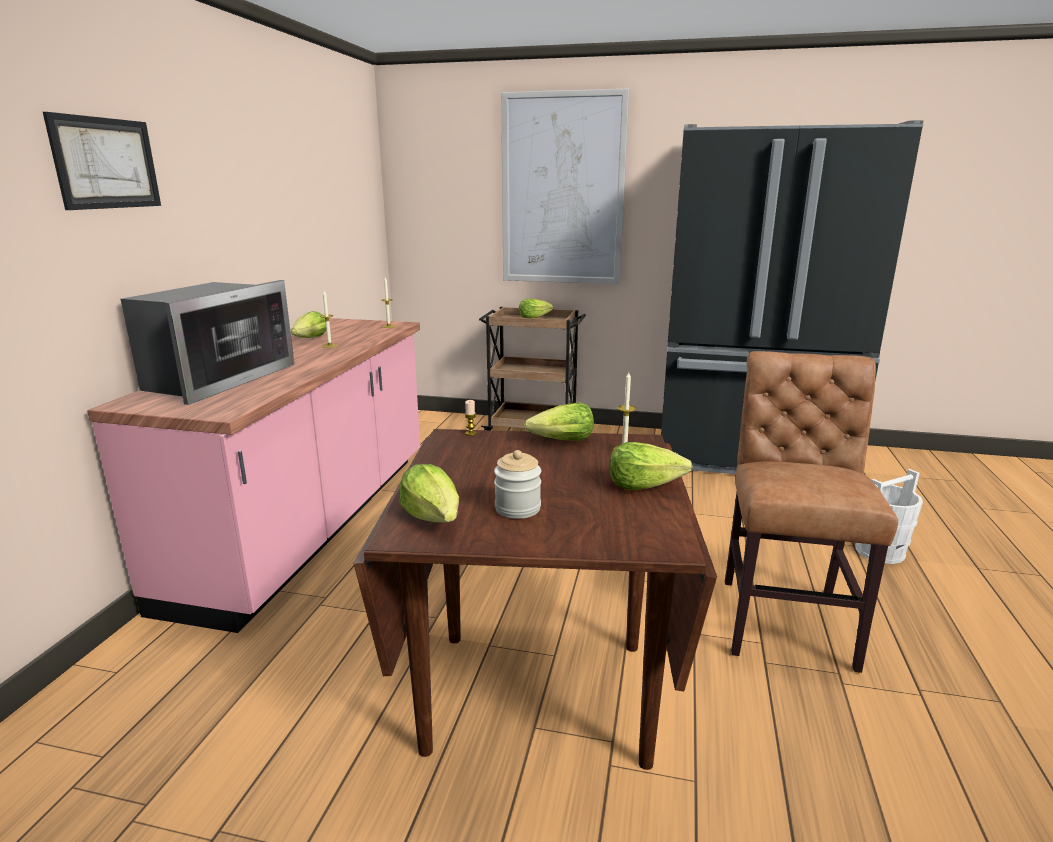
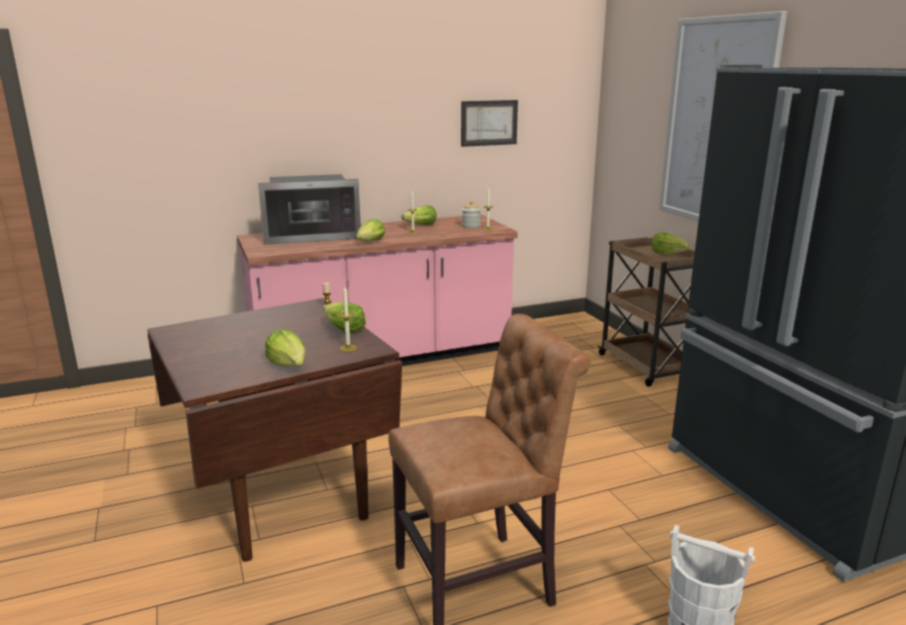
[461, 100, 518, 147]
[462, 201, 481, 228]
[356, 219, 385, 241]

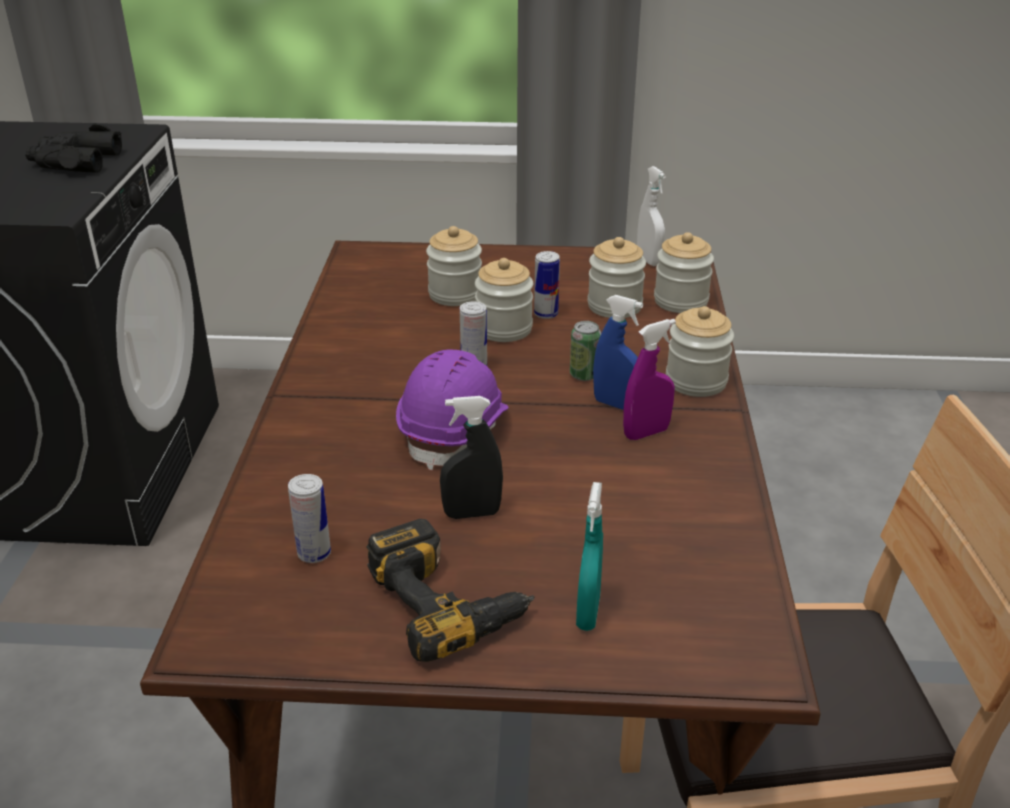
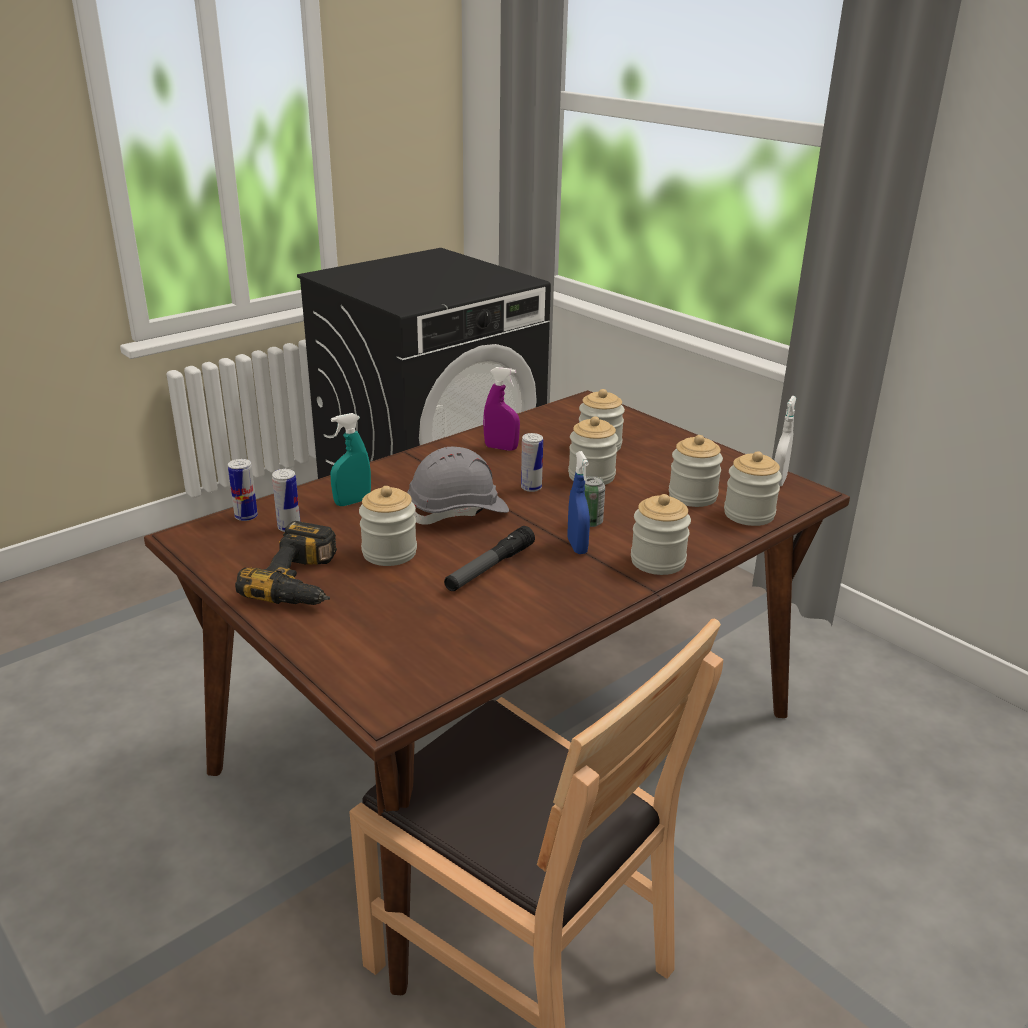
[25, 123, 122, 173] (first image)
[228, 459, 258, 521]
[483, 367, 520, 451]
[407, 447, 509, 525]
[359, 486, 417, 566]
[330, 413, 371, 506]
[444, 526, 535, 591]

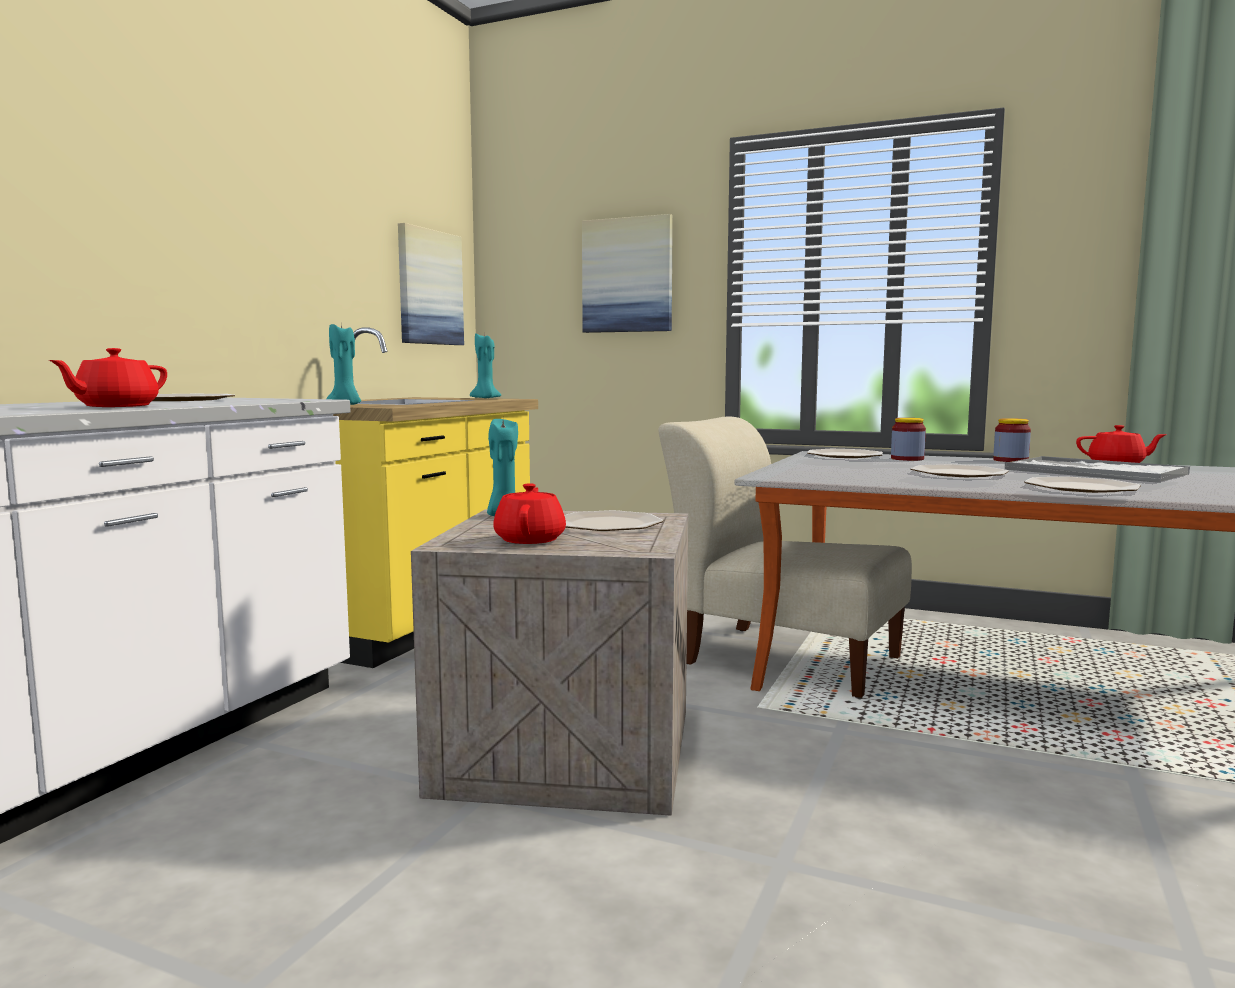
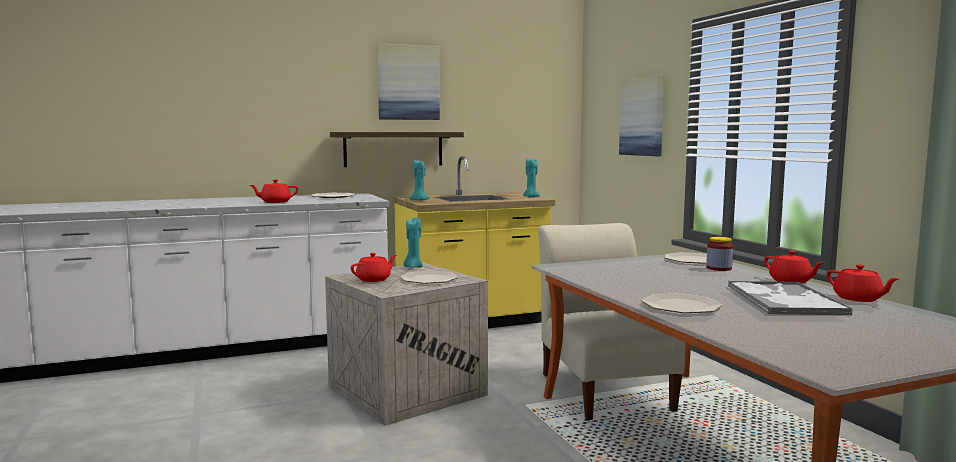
[377, 43, 440, 120]
[764, 251, 823, 284]
[910, 464, 1009, 477] (first image)
[330, 132, 464, 167]

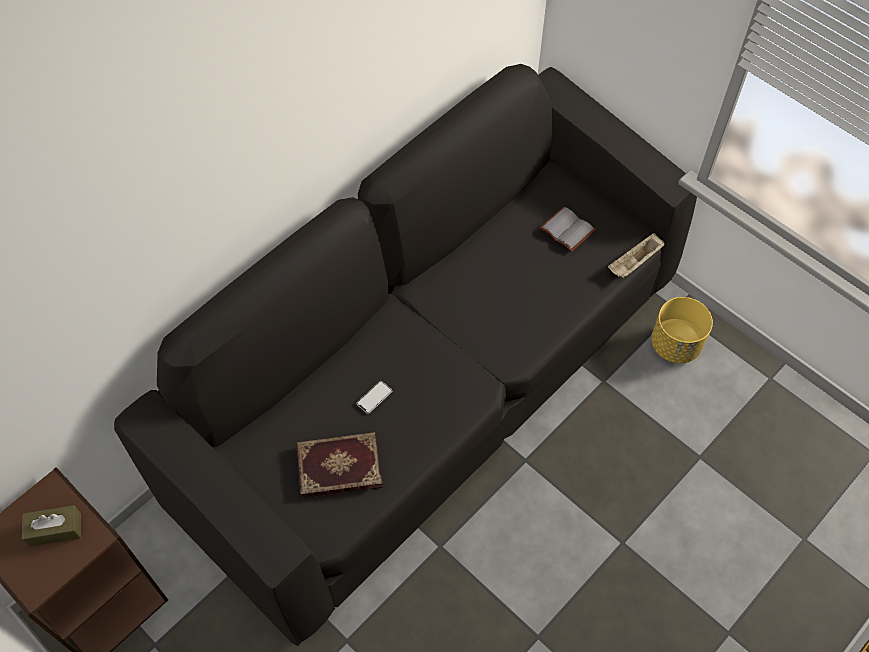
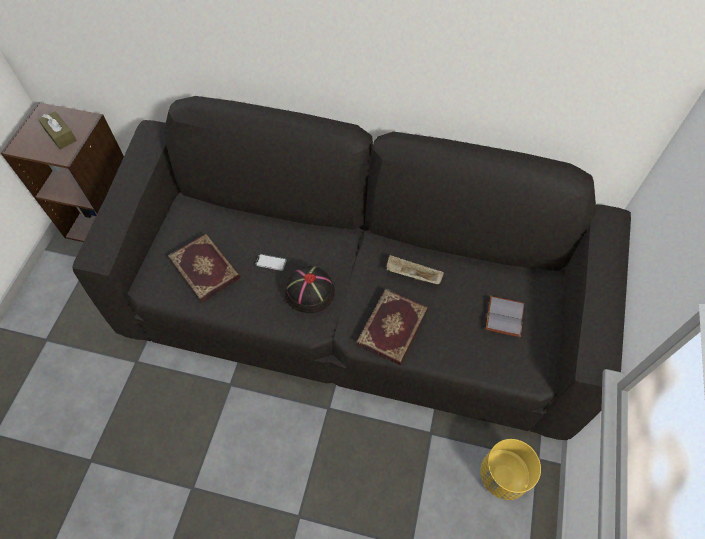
[387, 255, 444, 284]
[285, 266, 335, 313]
[357, 289, 428, 365]

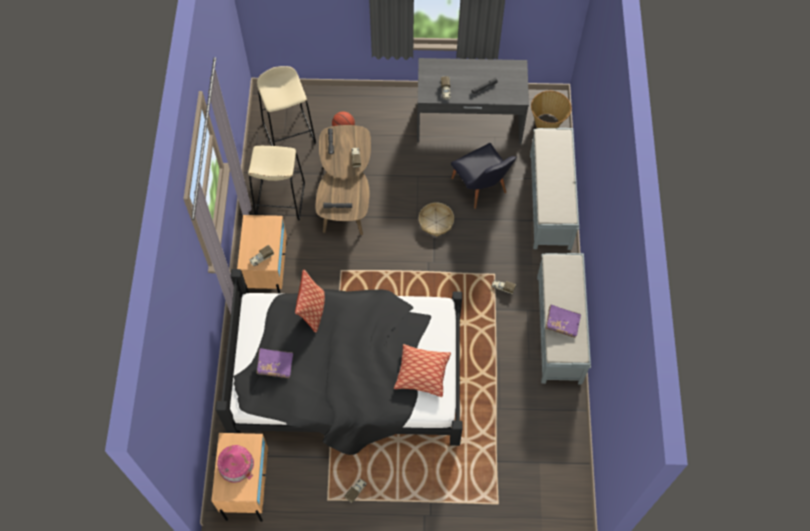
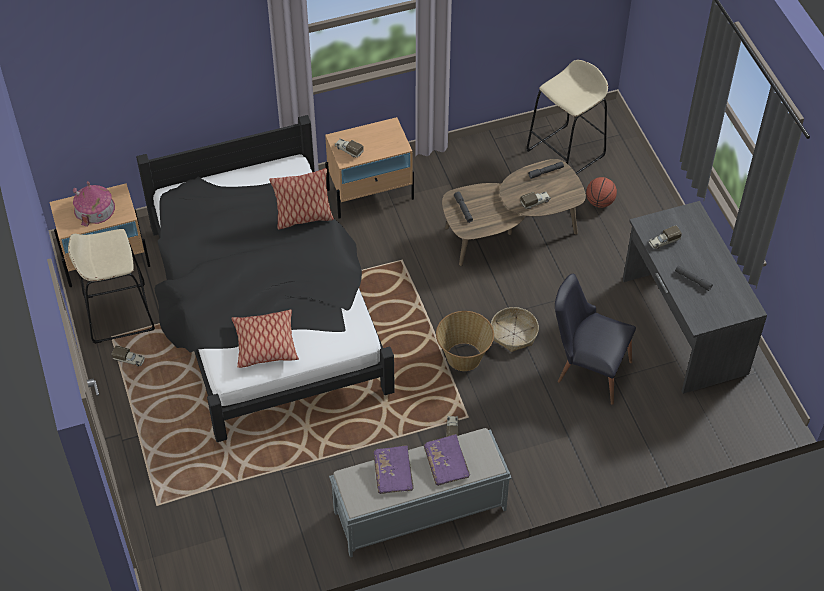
[436, 311, 494, 371]
[530, 128, 579, 250] (first image)
[555, 274, 636, 405]
[68, 229, 155, 344]
[424, 434, 470, 486]

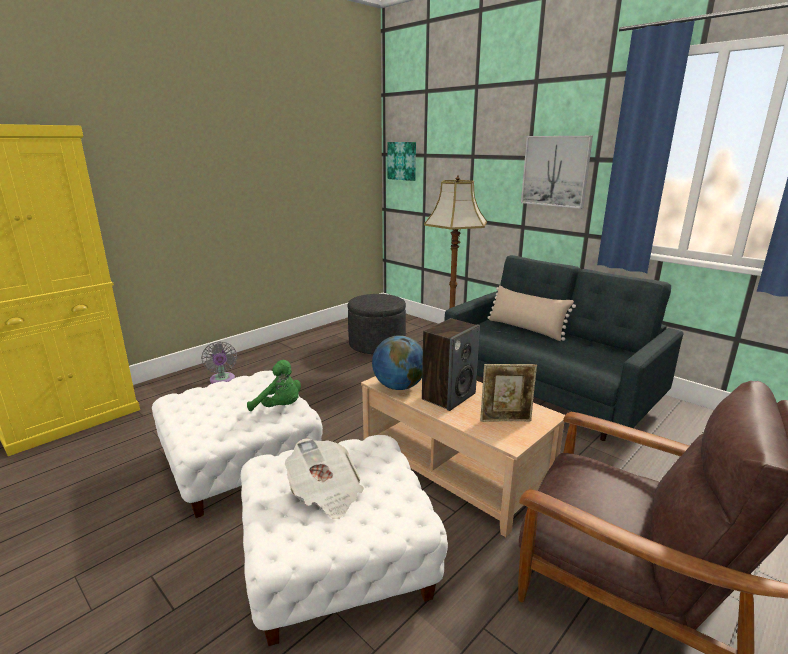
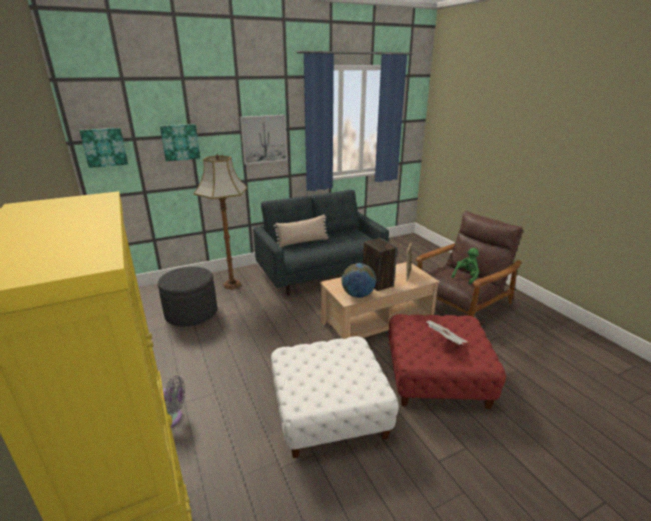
[451, 248, 479, 285]
[389, 314, 506, 409]
[160, 124, 200, 161]

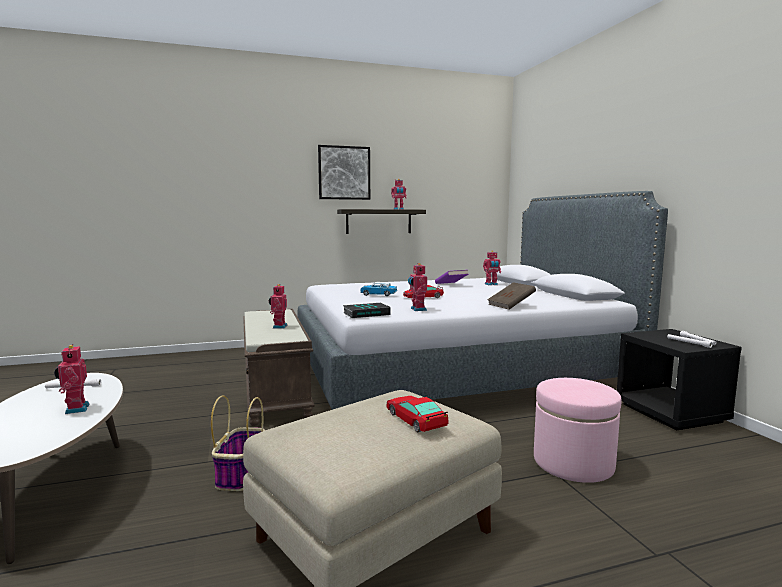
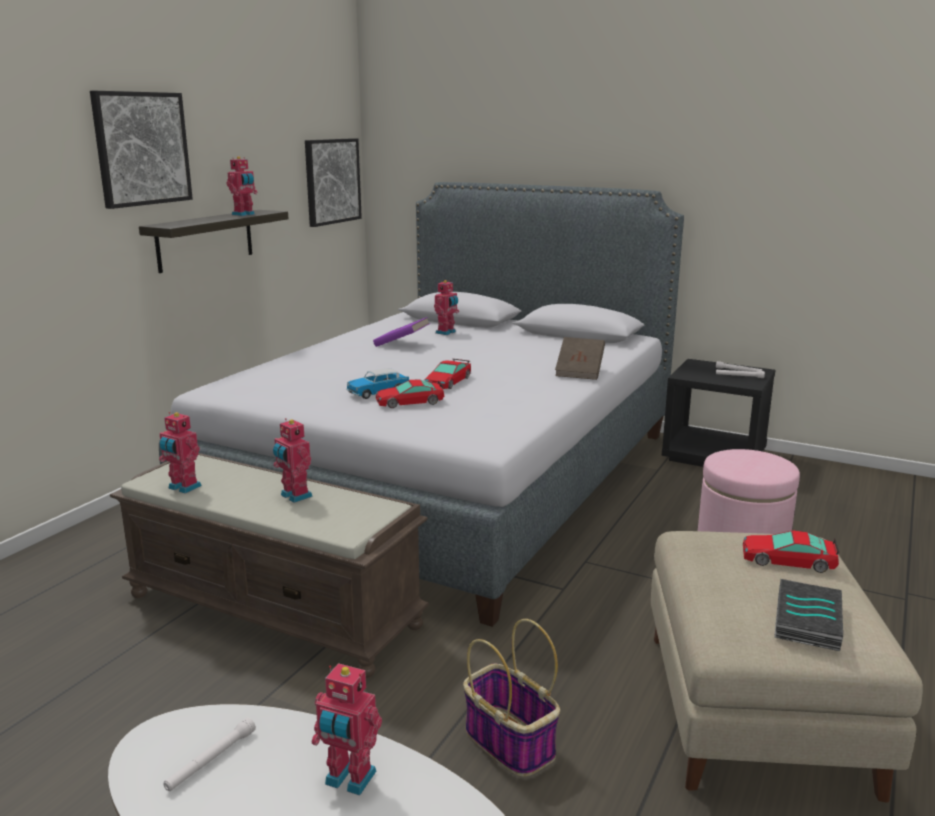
[159, 412, 202, 493]
[774, 579, 843, 651]
[305, 138, 362, 227]
[376, 379, 444, 408]

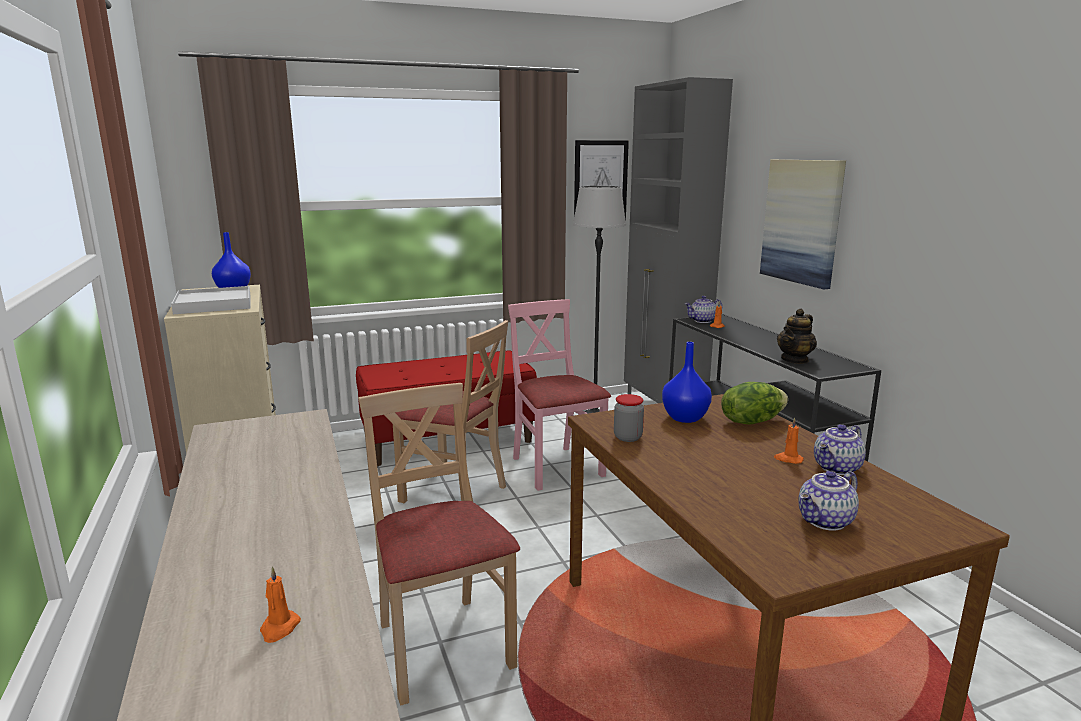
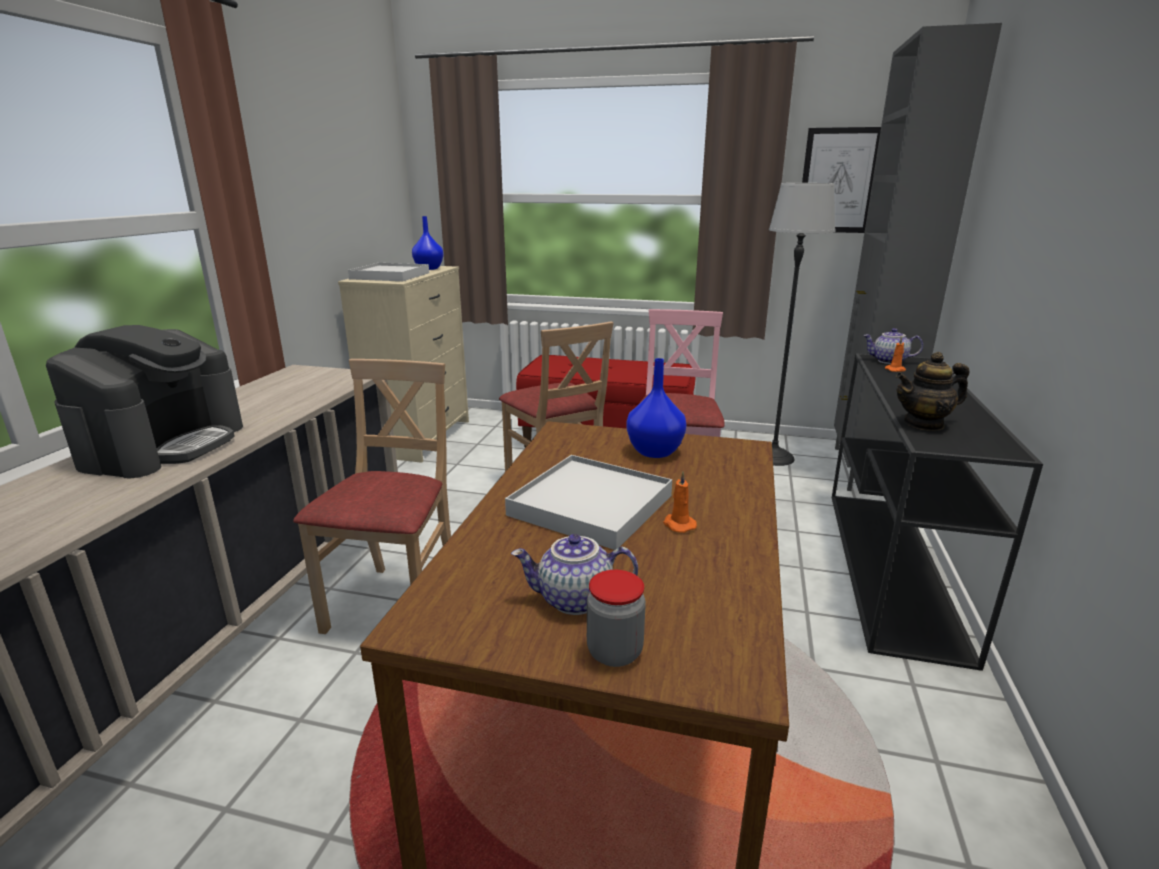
[760, 159, 846, 289] (first image)
[721, 382, 788, 425] (first image)
[587, 570, 646, 667]
[814, 424, 866, 475] (first image)
[260, 567, 301, 643] (first image)
[46, 325, 243, 478]
[505, 455, 672, 550]

